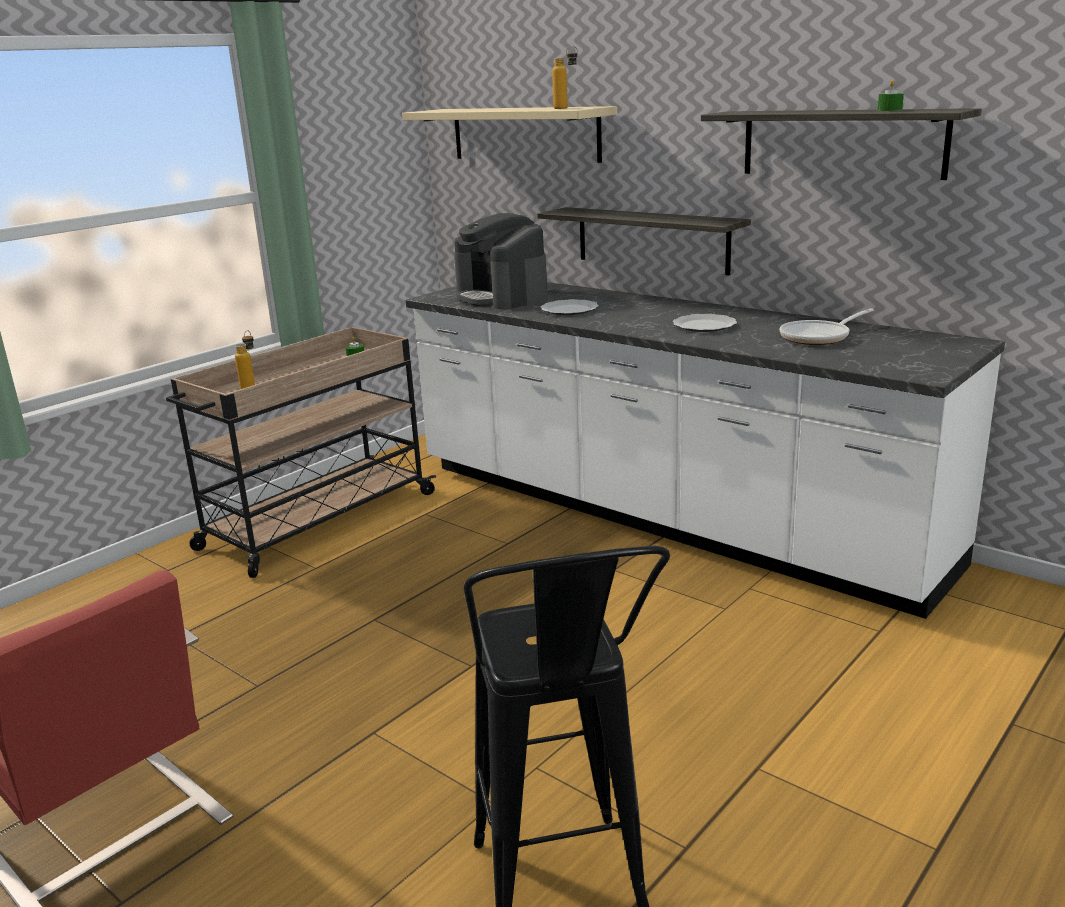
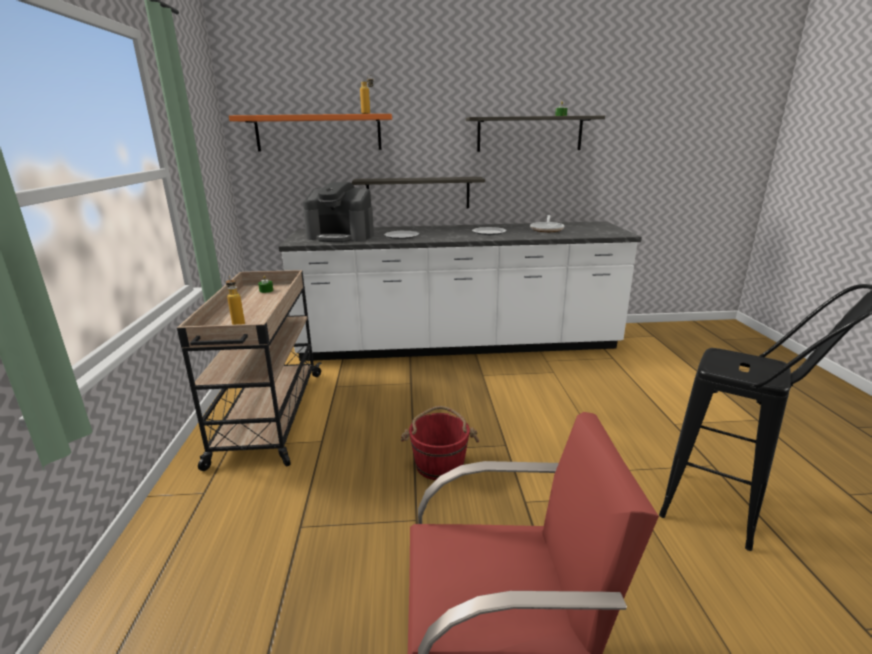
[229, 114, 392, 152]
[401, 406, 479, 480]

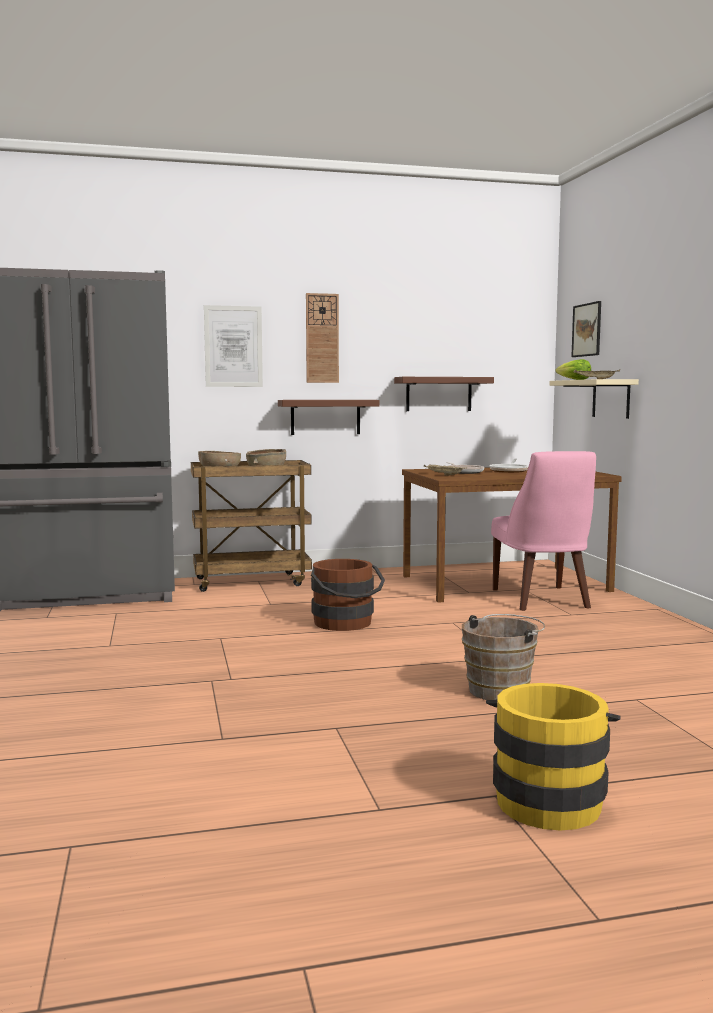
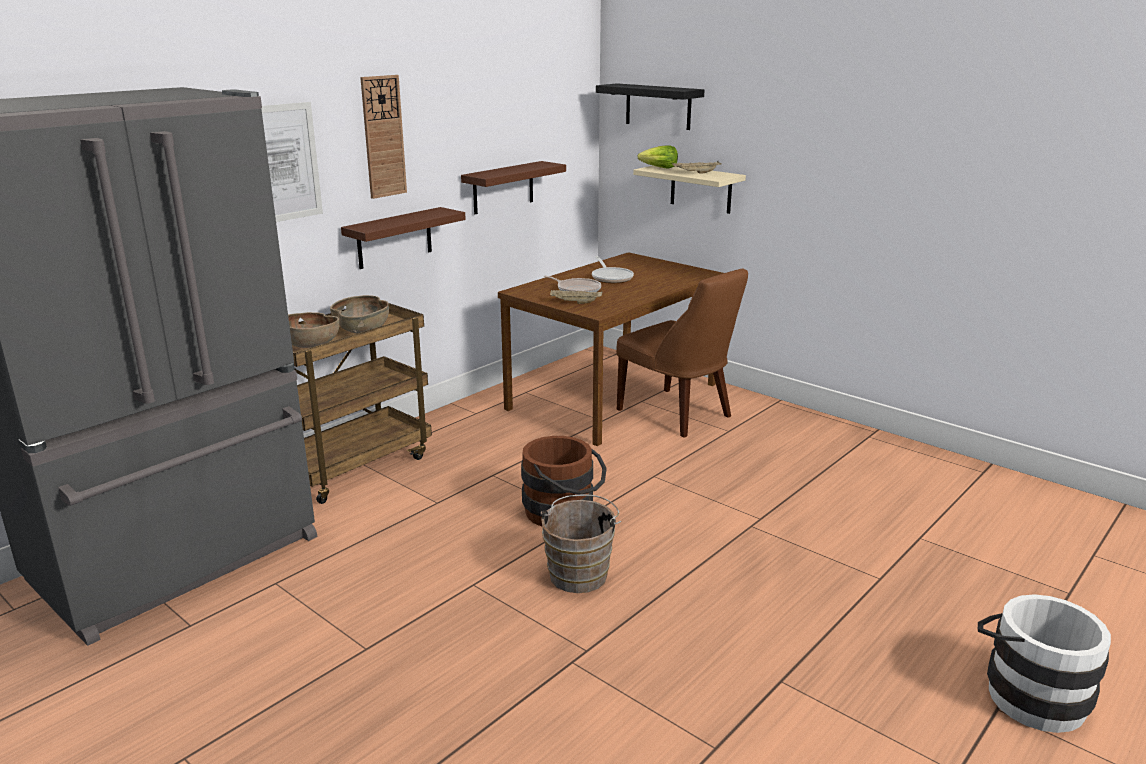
[596, 83, 705, 130]
[616, 268, 748, 437]
[541, 495, 621, 593]
[978, 594, 1111, 733]

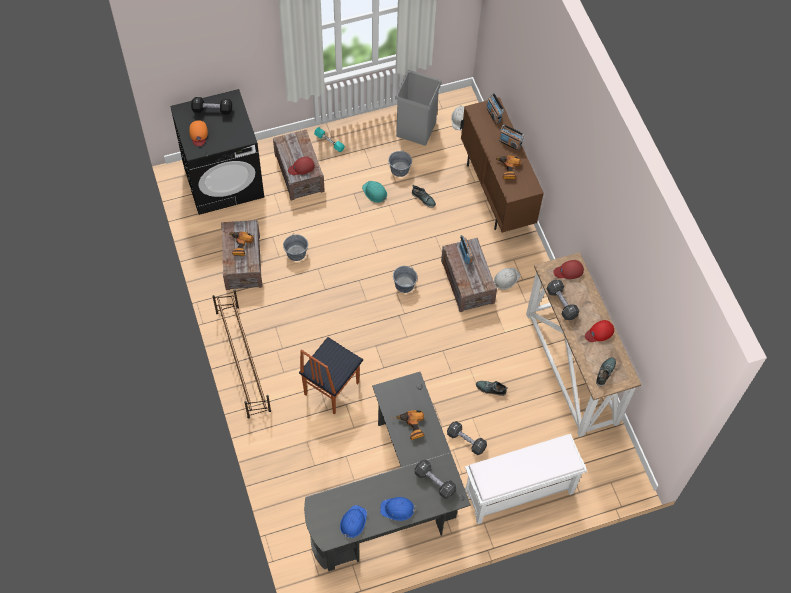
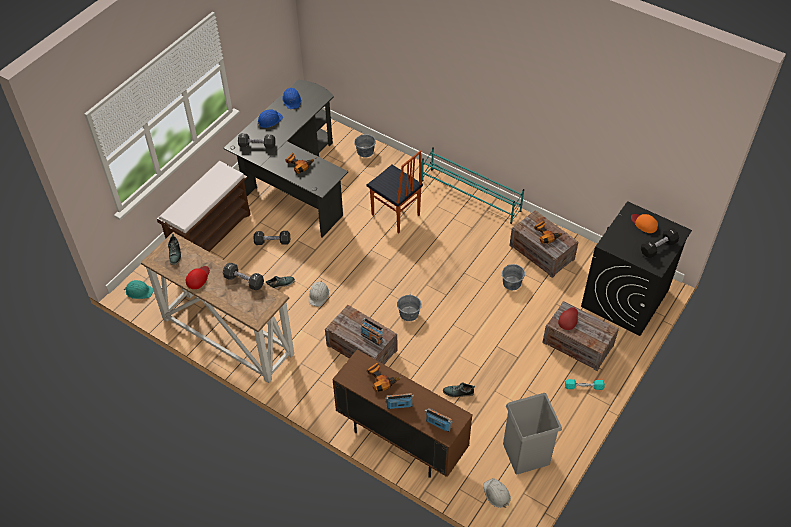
[354, 132, 376, 157]
[123, 280, 154, 299]
[553, 260, 584, 279] (first image)
[309, 282, 329, 307]
[422, 147, 524, 224]
[367, 151, 423, 233]
[157, 161, 251, 252]

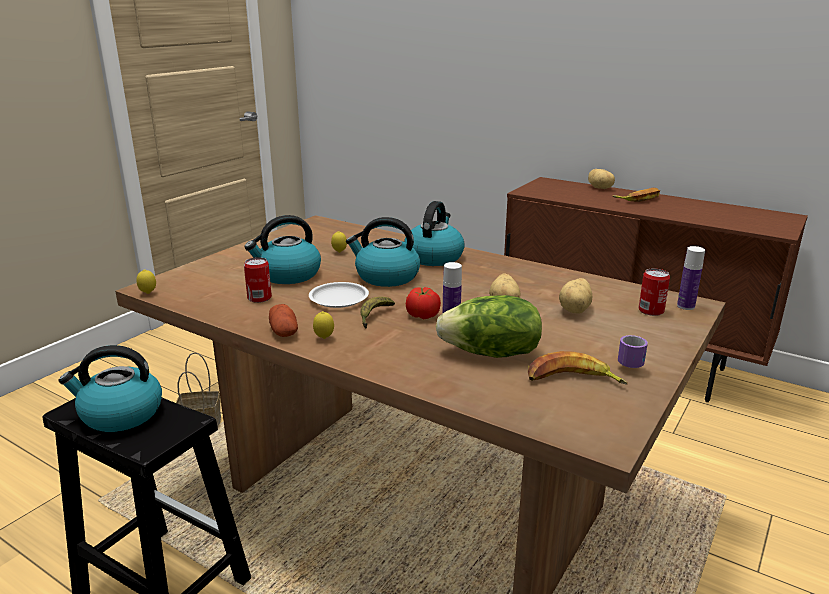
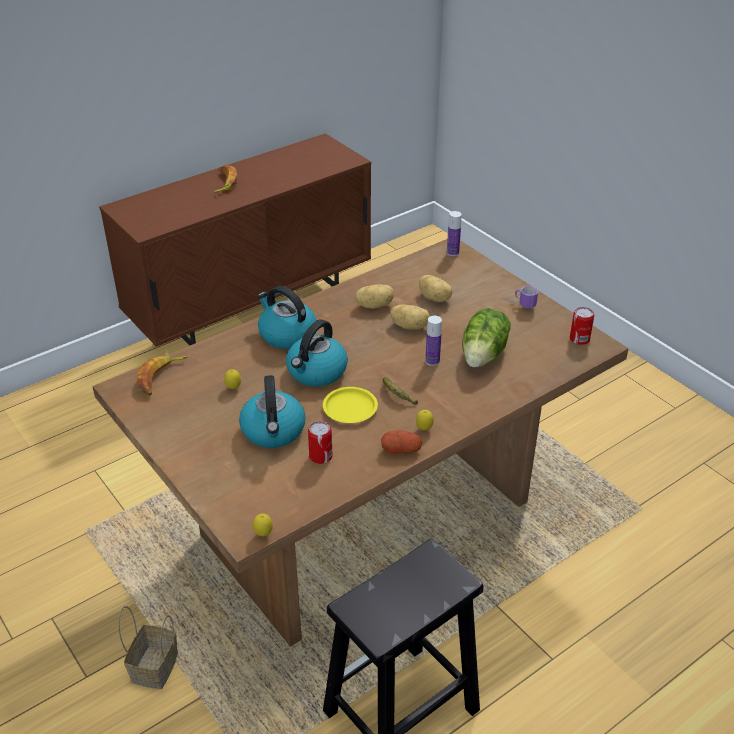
[355, 284, 394, 309]
[570, 307, 594, 345]
[323, 387, 378, 423]
[406, 287, 441, 319] (first image)
[58, 345, 162, 432] (first image)
[137, 355, 188, 395]

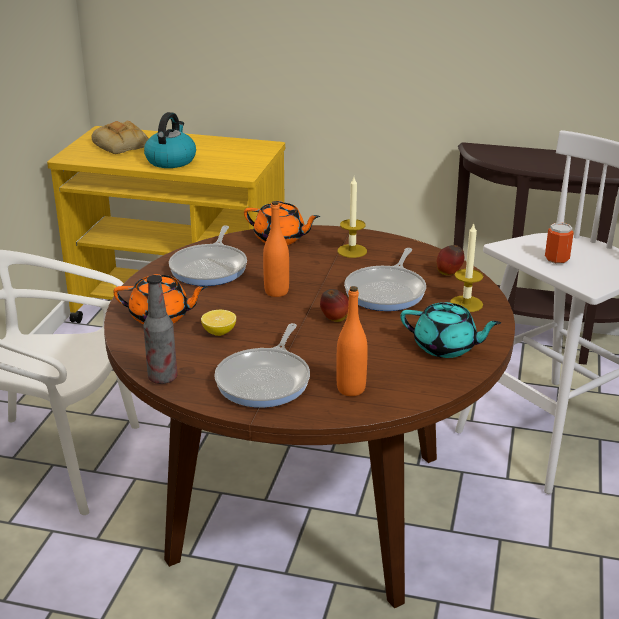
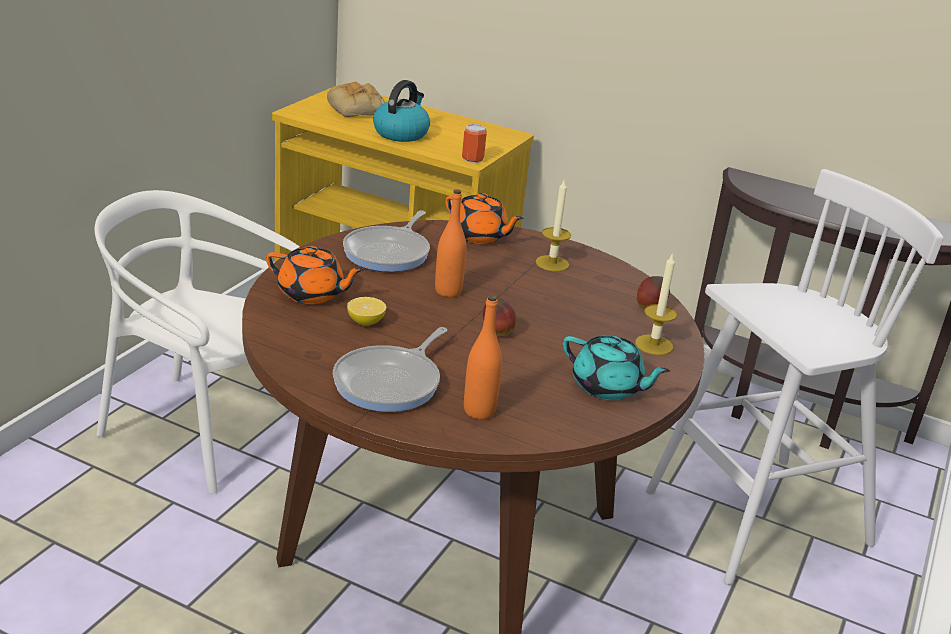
[462, 124, 487, 163]
[344, 248, 426, 311] (first image)
[143, 275, 177, 384] (first image)

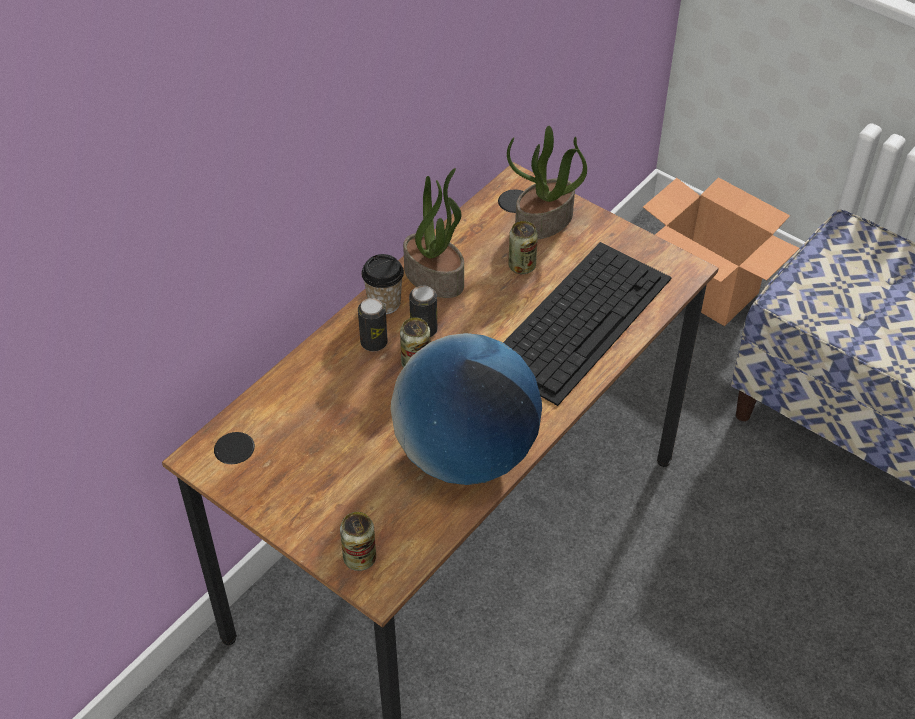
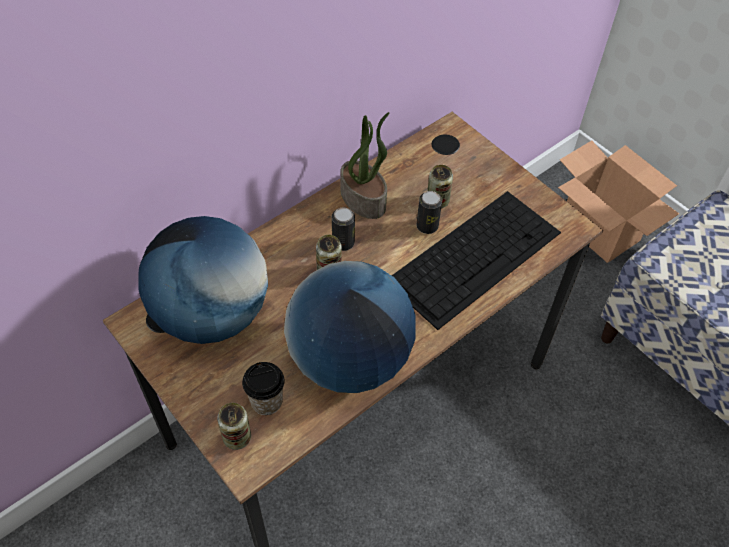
[507, 126, 587, 240] (first image)
[242, 362, 285, 415]
[417, 191, 442, 234]
[138, 216, 268, 344]

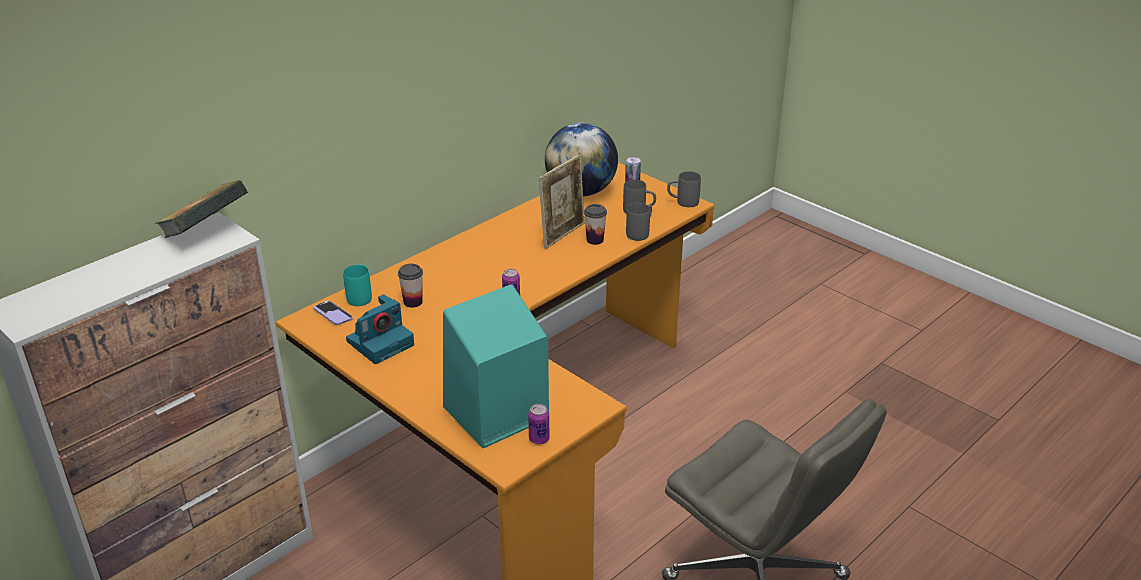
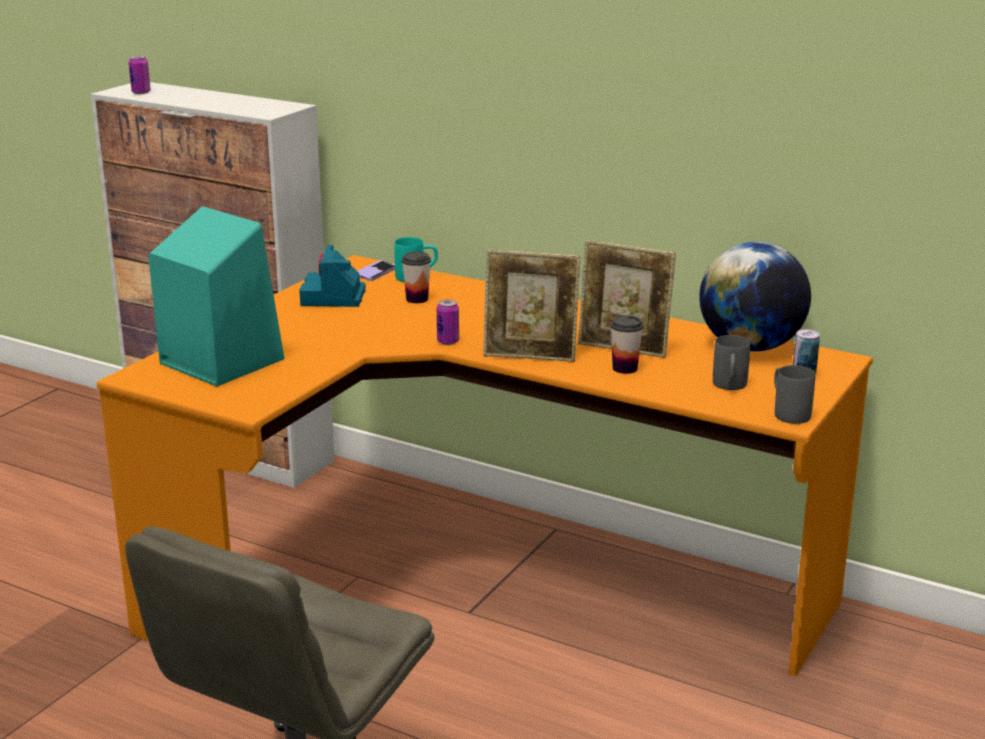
[156, 180, 248, 238] (first image)
[626, 203, 652, 241] (first image)
[299, 245, 366, 307]
[129, 55, 151, 94]
[484, 249, 581, 362]

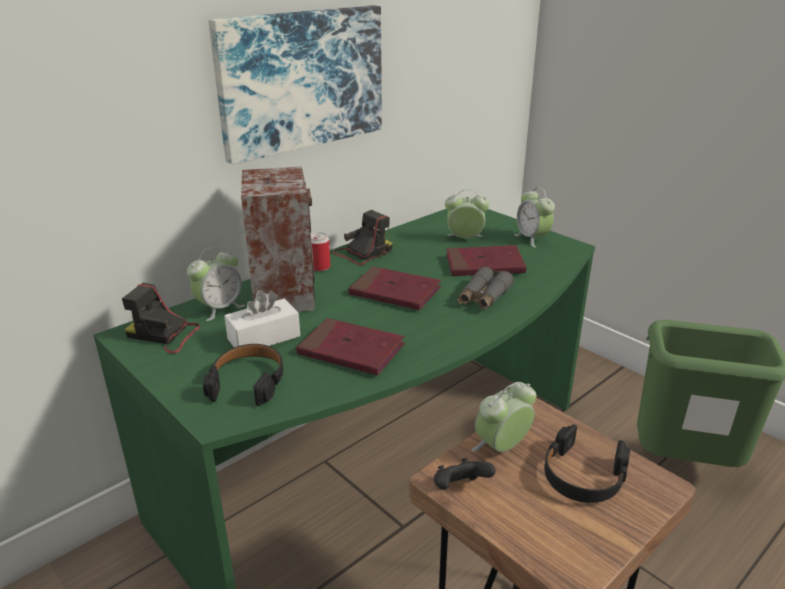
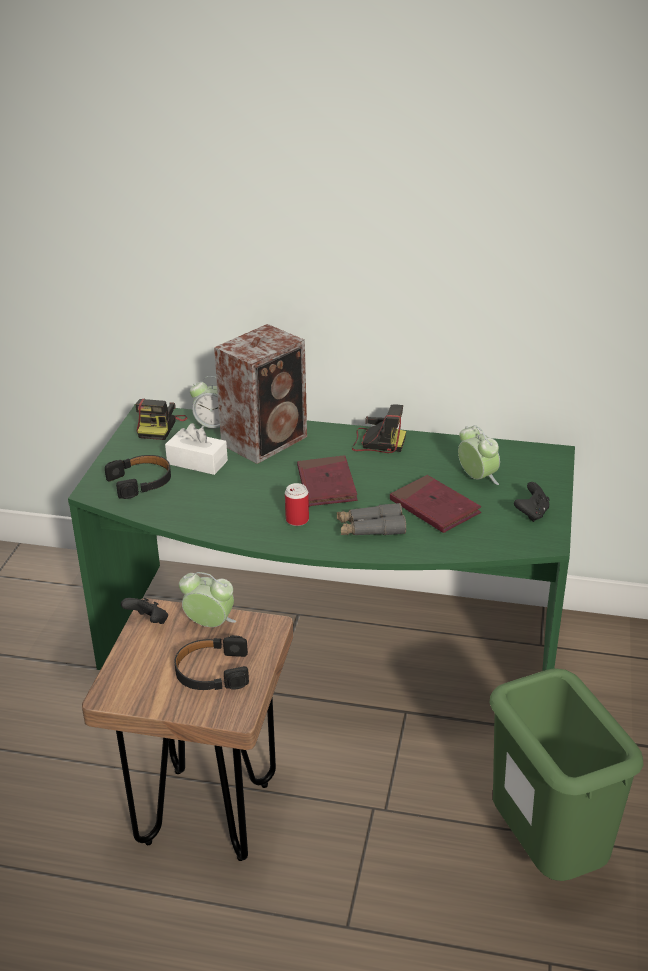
[208, 5, 382, 164] (first image)
[514, 482, 550, 522]
[285, 483, 309, 526]
[135, 399, 187, 440]
[296, 318, 405, 375] (first image)

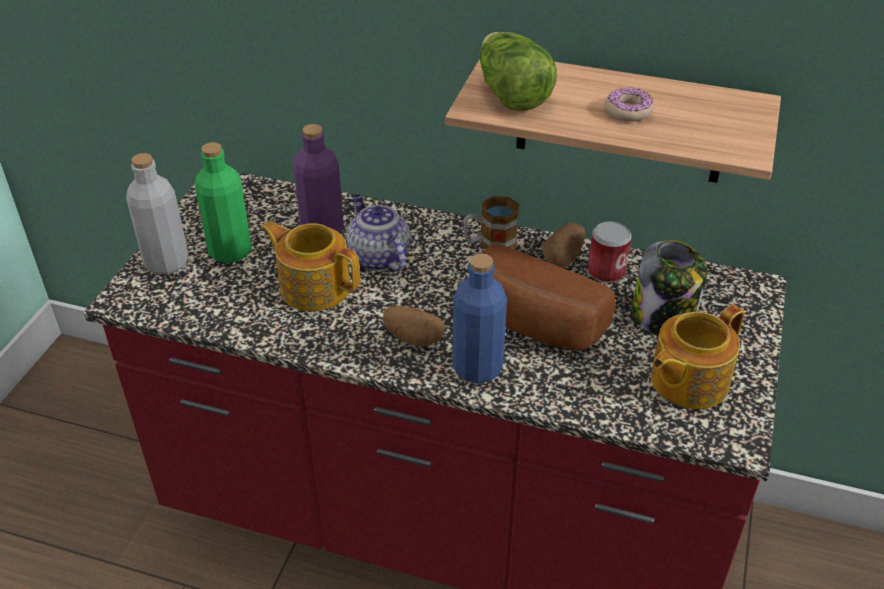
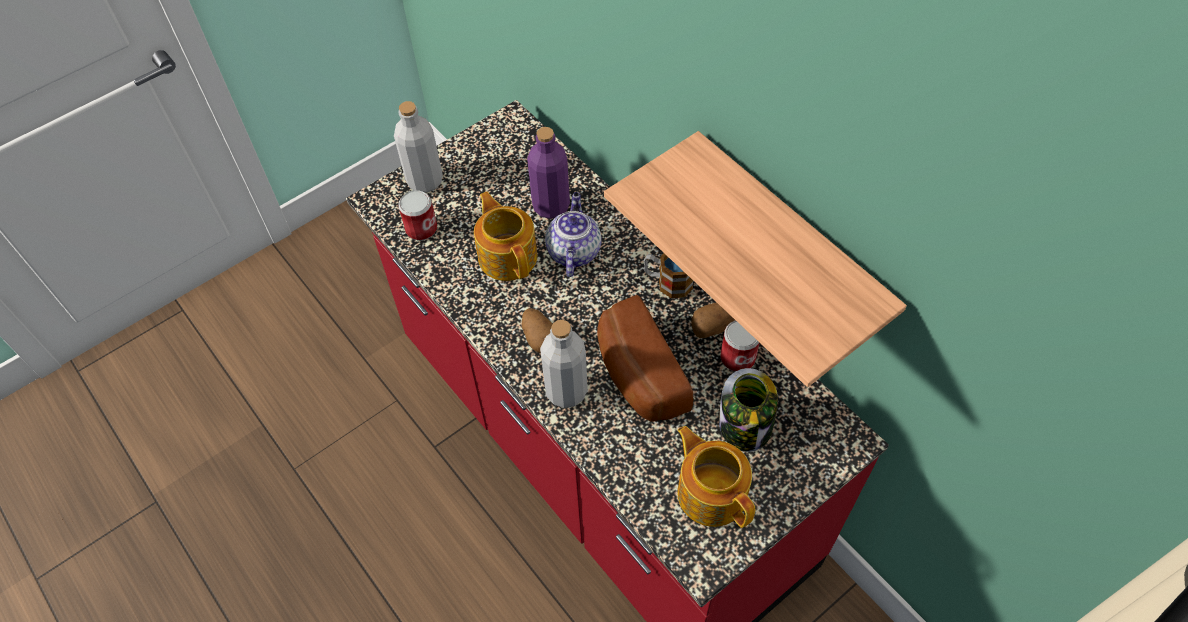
[479, 32, 557, 111] (first image)
[604, 87, 654, 122] (first image)
[195, 142, 252, 263] (first image)
[540, 320, 588, 408]
[677, 426, 755, 528]
[398, 190, 437, 240]

